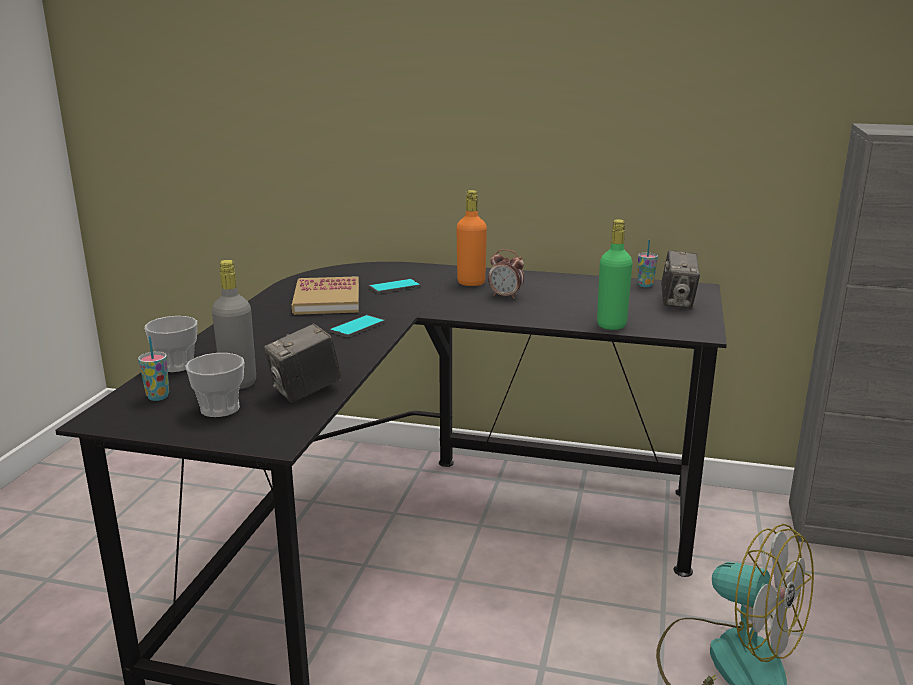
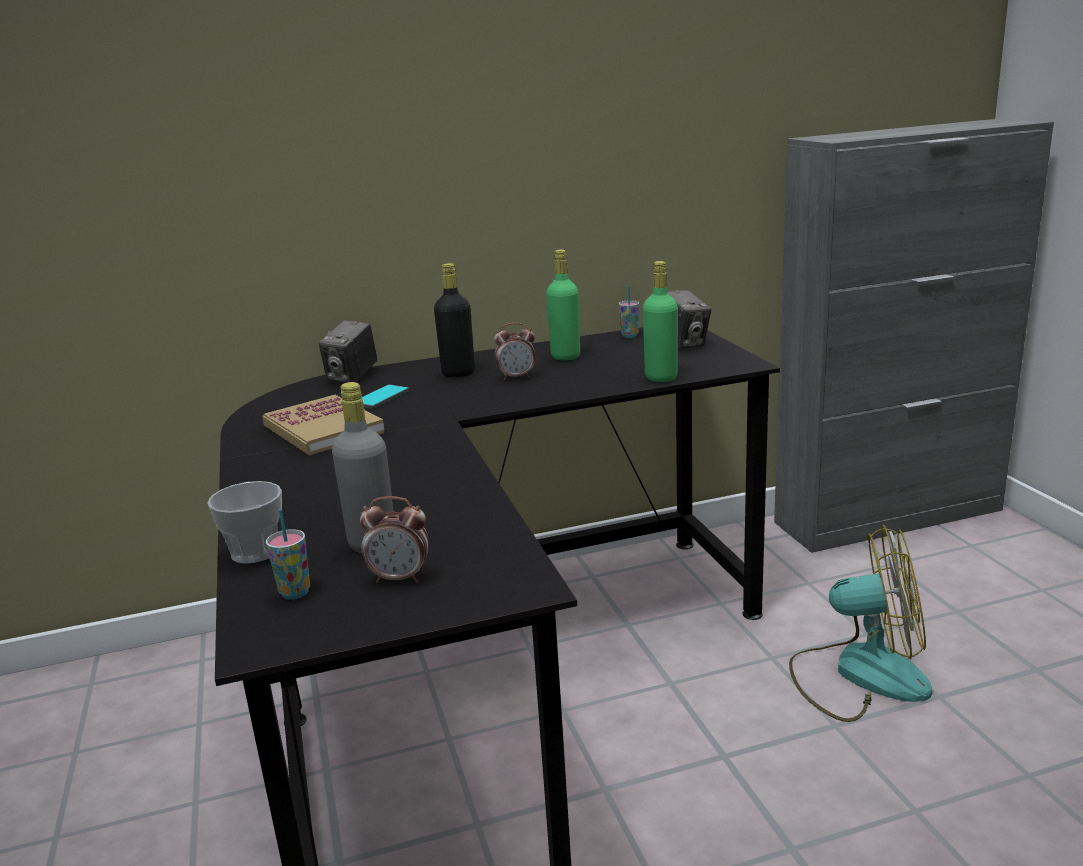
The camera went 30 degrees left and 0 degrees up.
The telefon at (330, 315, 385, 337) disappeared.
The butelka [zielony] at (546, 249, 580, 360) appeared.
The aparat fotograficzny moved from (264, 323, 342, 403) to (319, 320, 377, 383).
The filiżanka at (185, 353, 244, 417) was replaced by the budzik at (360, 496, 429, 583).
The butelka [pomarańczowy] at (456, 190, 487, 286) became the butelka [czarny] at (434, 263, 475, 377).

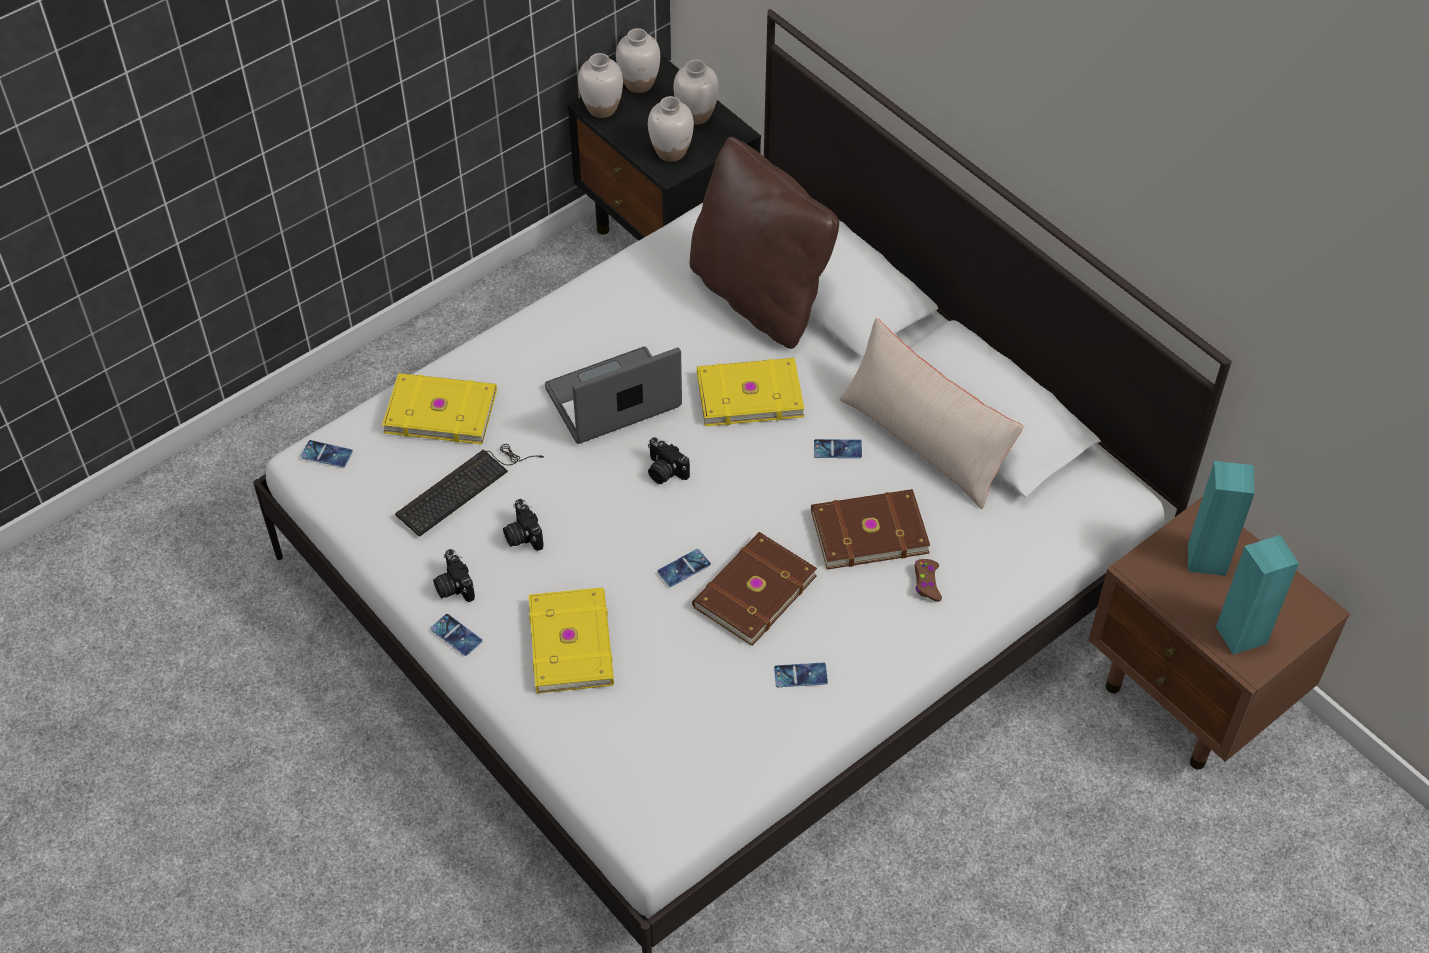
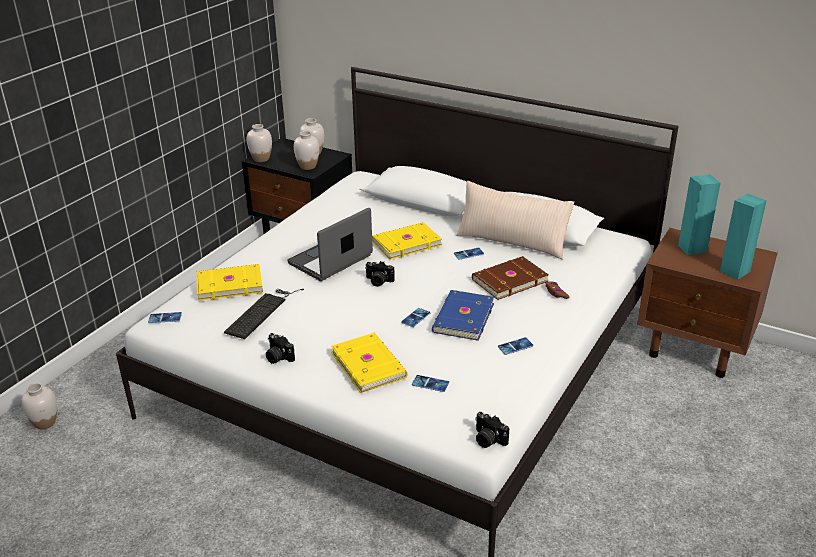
The camera went 20 degrees left and 20 degrees down.
The poduszka [brązowy] at (690, 137, 839, 349) disappeared.
The telefon moved from (430, 614, 482, 656) to (412, 375, 450, 392).
The aparat fotograficzny moved from (503, 499, 544, 551) to (475, 412, 509, 448).
The wazon [biały] moved from (616, 28, 660, 93) to (21, 383, 57, 429).
The książka [brązowy] at (692, 532, 817, 646) became the książka [niebieski] at (432, 290, 494, 341).

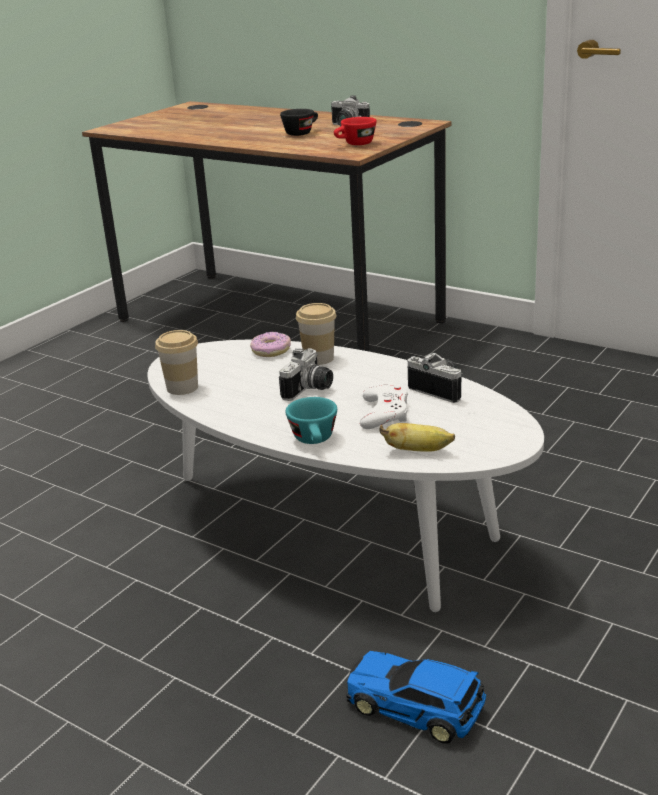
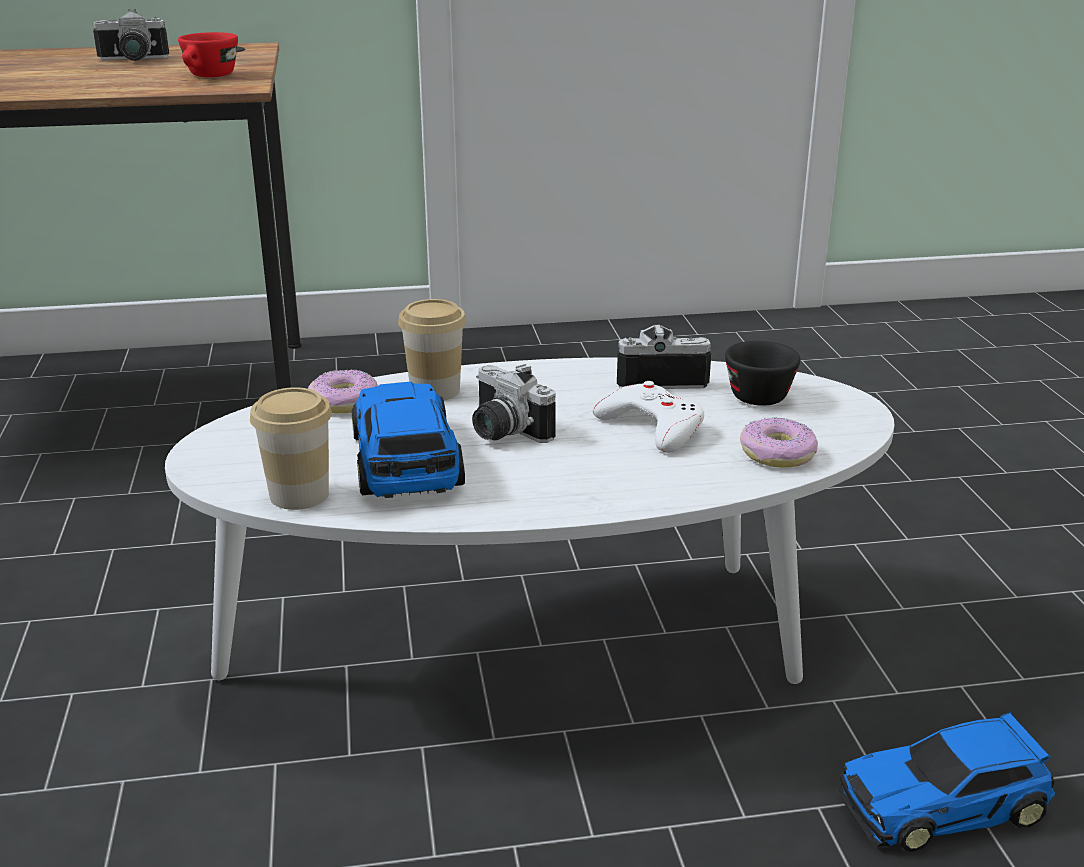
The camera went 45 degrees left and 0 degrees up.
The filiżanka [turkusowy] at (286, 397, 337, 444) disappeared.
The samochodzik at (351, 382, 465, 498) appeared.
The filiżanka [czarny] moved from (280, 109, 318, 136) to (725, 341, 800, 406).
The banan at (379, 423, 455, 452) was replaced by the donut at (740, 417, 818, 468).
The aparat fotograficzny at (279, 348, 333, 401) turned 150 degrees clockwise.

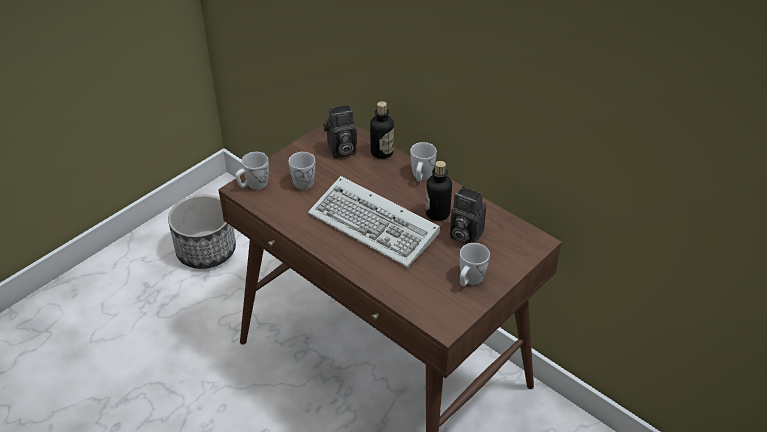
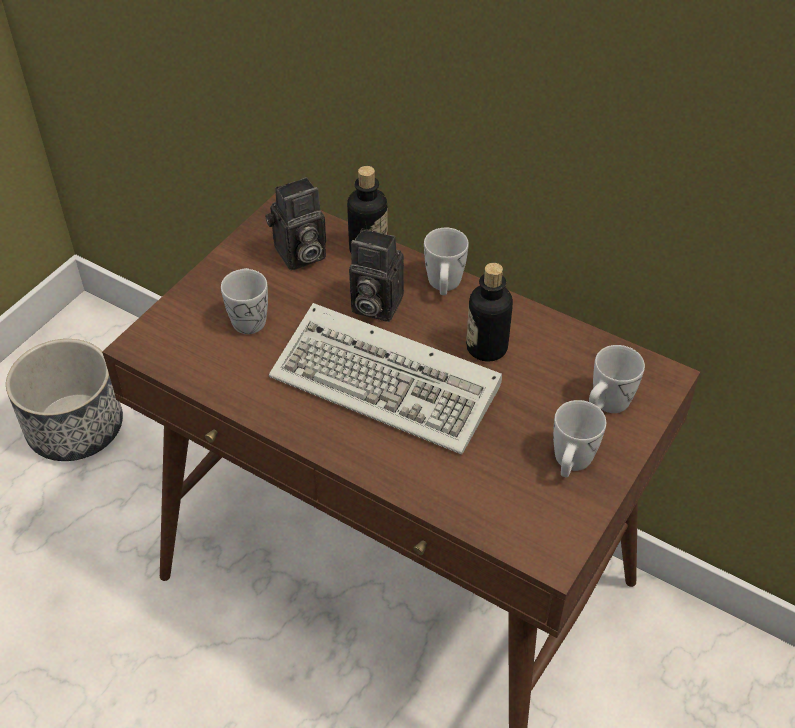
The camera went 10 degrees left and 5 degrees up.
The kubek [biały] moved from (235, 152, 269, 190) to (589, 345, 645, 413).
The aparat fotograficzny moved from (450, 187, 486, 244) to (349, 228, 404, 322).

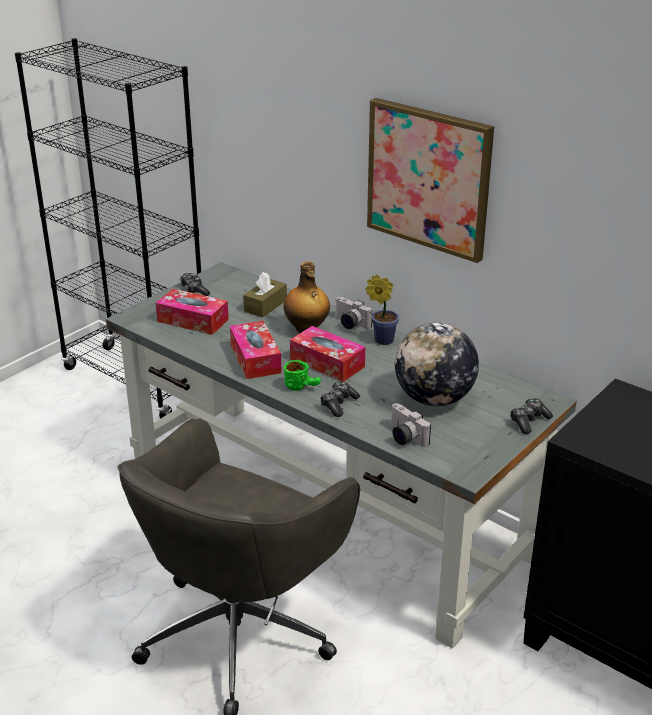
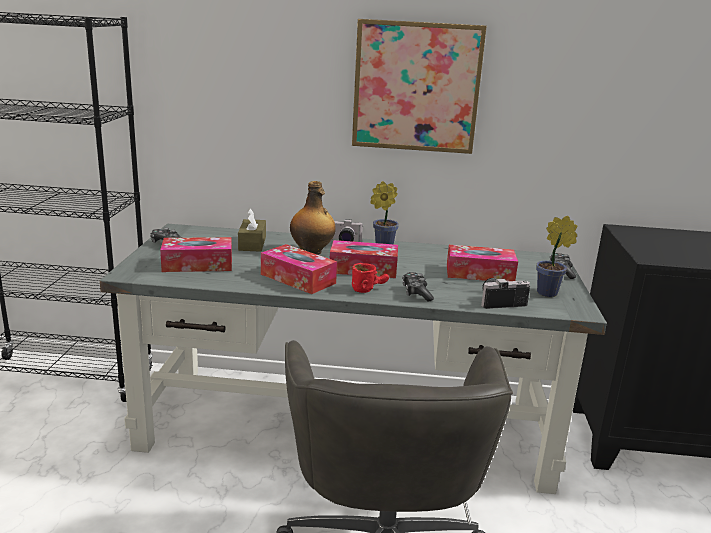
The camera went 35 degrees left and 10 degrees down.
The roślina doniczkowa at (536, 216, 577, 297) appeared.
The globus at (395, 323, 479, 406) was replaced by the pudełko chusteczek at (447, 245, 518, 281).
The kubek [zielony] at (284, 360, 321, 391) became the kubek [czerwony] at (352, 263, 389, 293).
The aparat fotograficzny at (391, 403, 431, 447) turned 150 degrees clockwise.

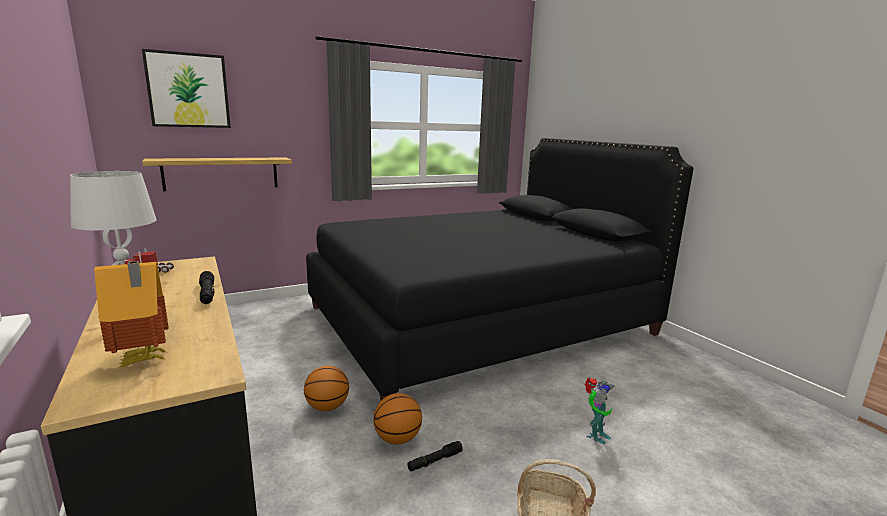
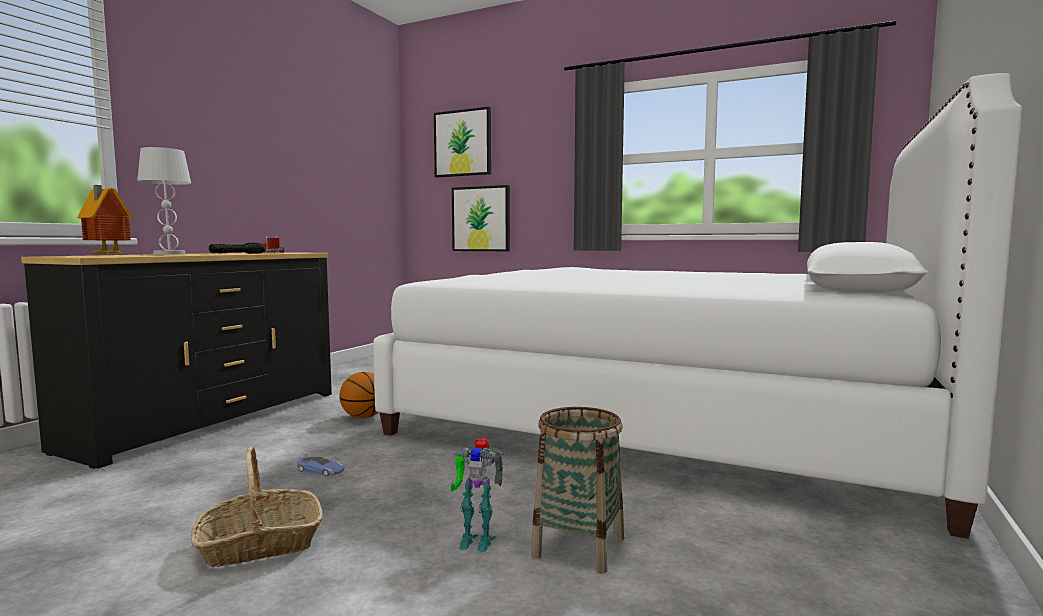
The camera went 55 degrees right and 10 degrees down.
The piłka do koszykówki at (373, 393, 422, 444) disappeared.
The koszyk at (531, 407, 624, 574) appeared.
The półka at (142, 157, 292, 191) was replaced by the obraz at (452, 185, 510, 251).
The latarka [czarny] at (407, 441, 463, 471) was replaced by the samochodzik at (296, 454, 345, 476).
The łóżko [czarny] at (306, 138, 694, 401) became the łóżko [biały] at (373, 73, 1022, 539).

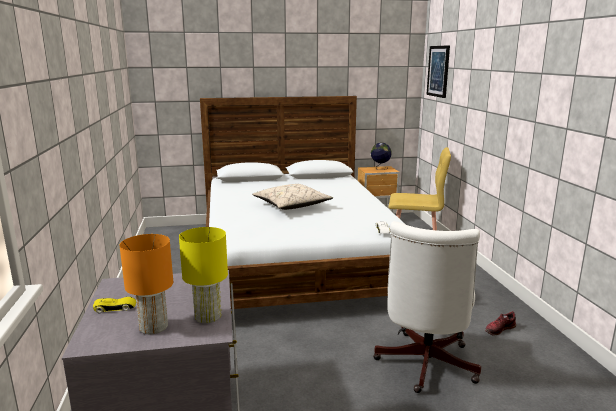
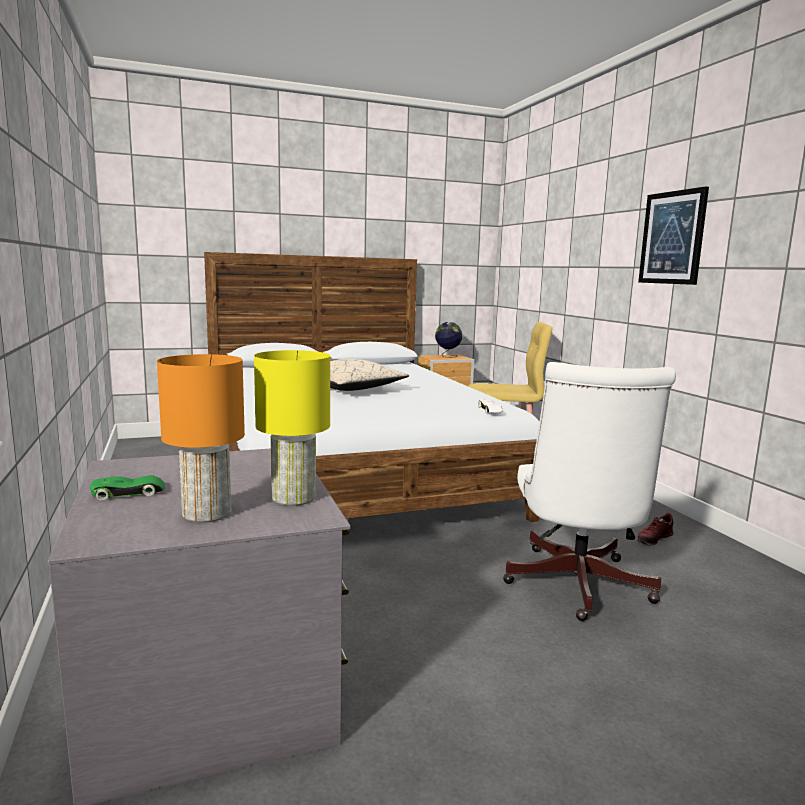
The camera went 10 degrees left and 5 degrees down.
The obraz moved from (426, 45, 450, 98) to (638, 186, 709, 285).
The samochodzik [żółty] at (93, 297, 136, 313) became the samochodzik [zielony] at (90, 475, 165, 501).

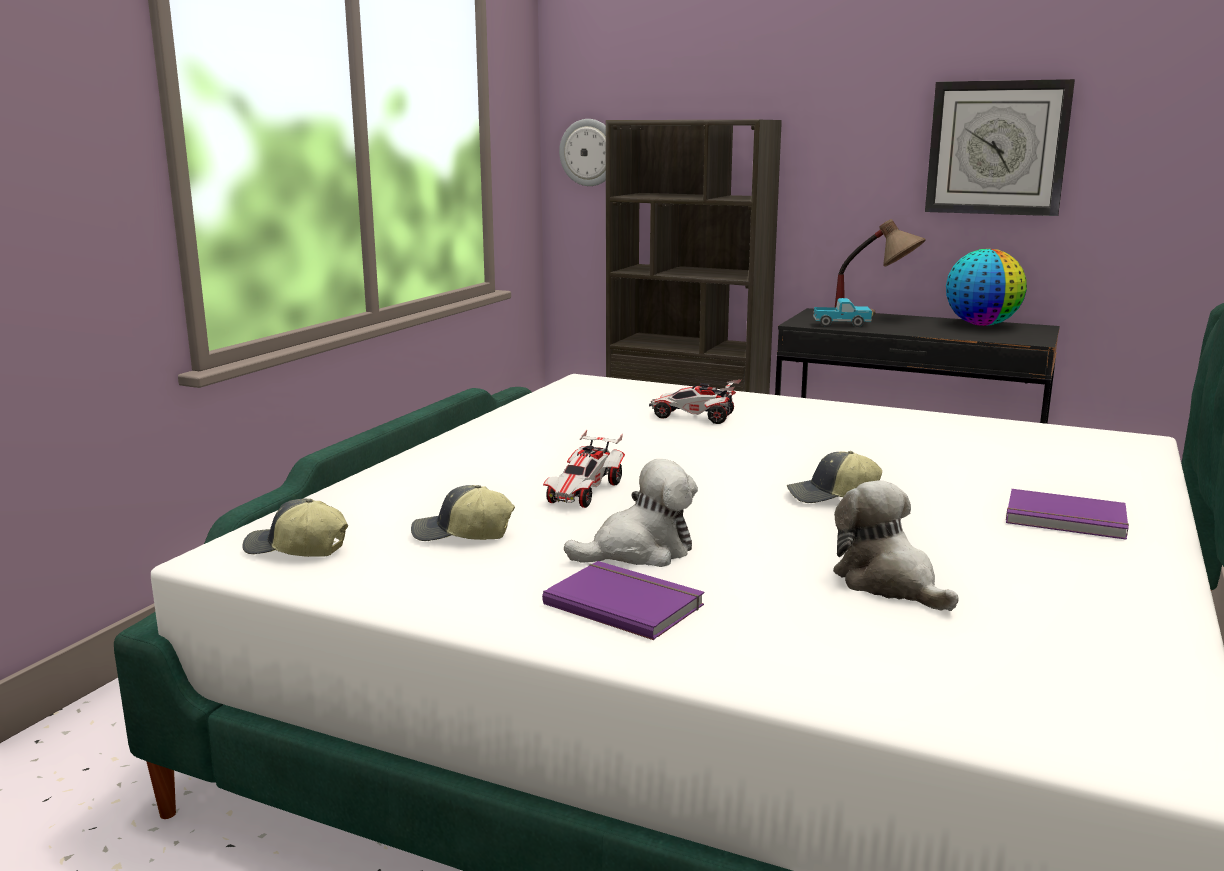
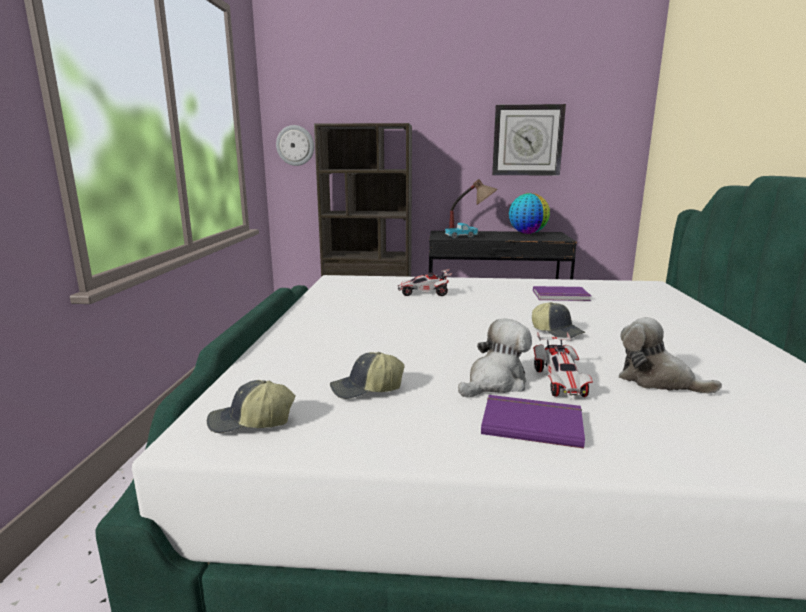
The camera went 20 degrees left and 0 degrees up.
The samochodzik moved from (543, 430, 625, 508) to (533, 332, 593, 397).
The książka [fioletowy] moved from (1006, 489, 1129, 540) to (533, 286, 591, 301).
The czapka z daszkiem at (787, 451, 882, 503) turned 105 degrees counterclockwise.

